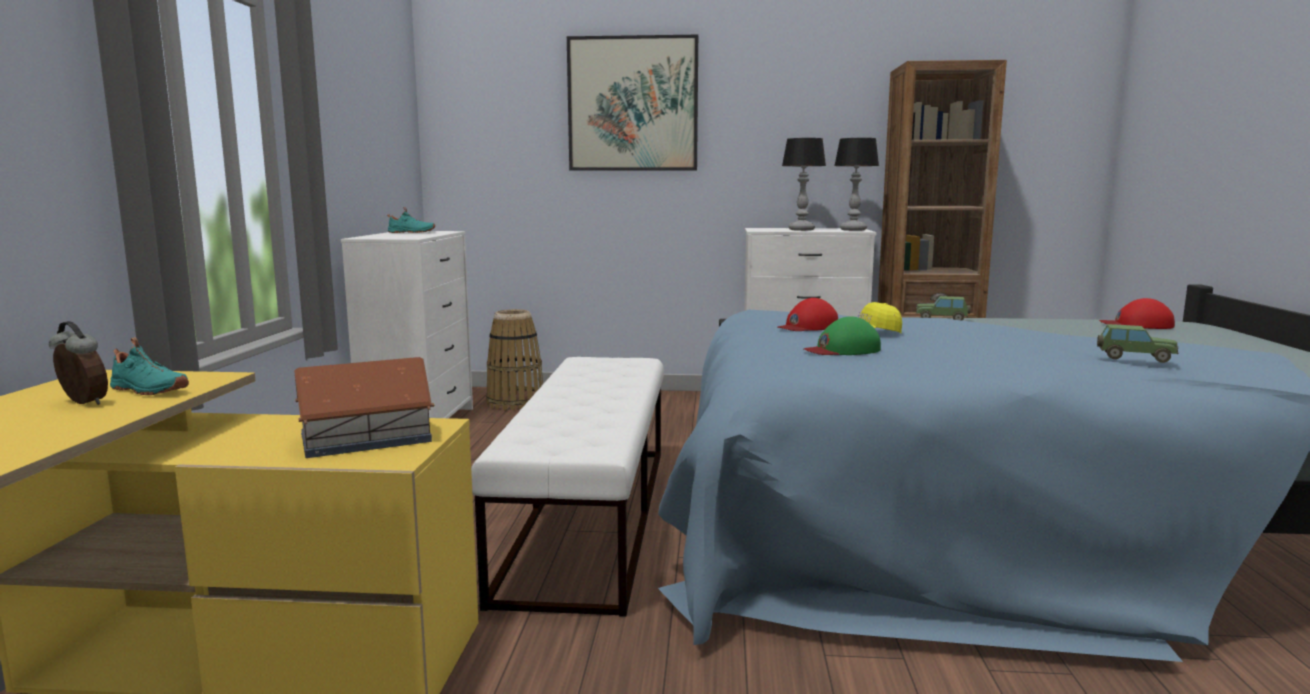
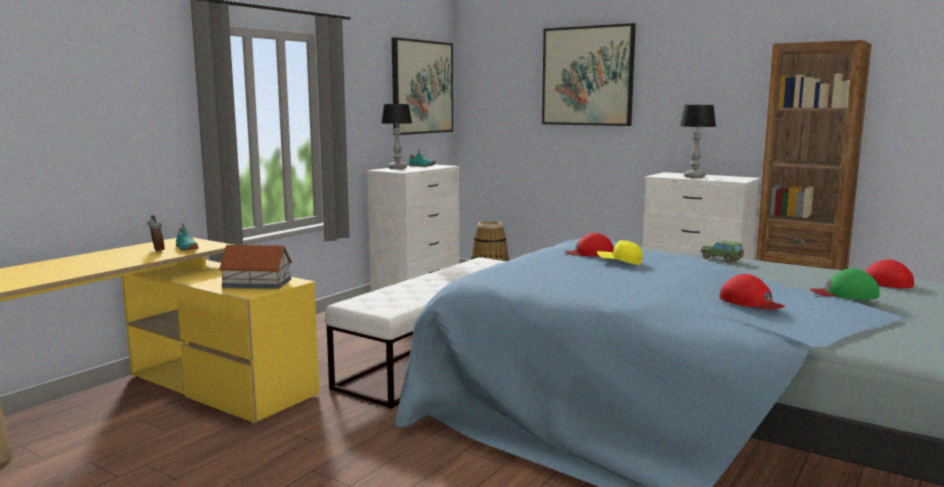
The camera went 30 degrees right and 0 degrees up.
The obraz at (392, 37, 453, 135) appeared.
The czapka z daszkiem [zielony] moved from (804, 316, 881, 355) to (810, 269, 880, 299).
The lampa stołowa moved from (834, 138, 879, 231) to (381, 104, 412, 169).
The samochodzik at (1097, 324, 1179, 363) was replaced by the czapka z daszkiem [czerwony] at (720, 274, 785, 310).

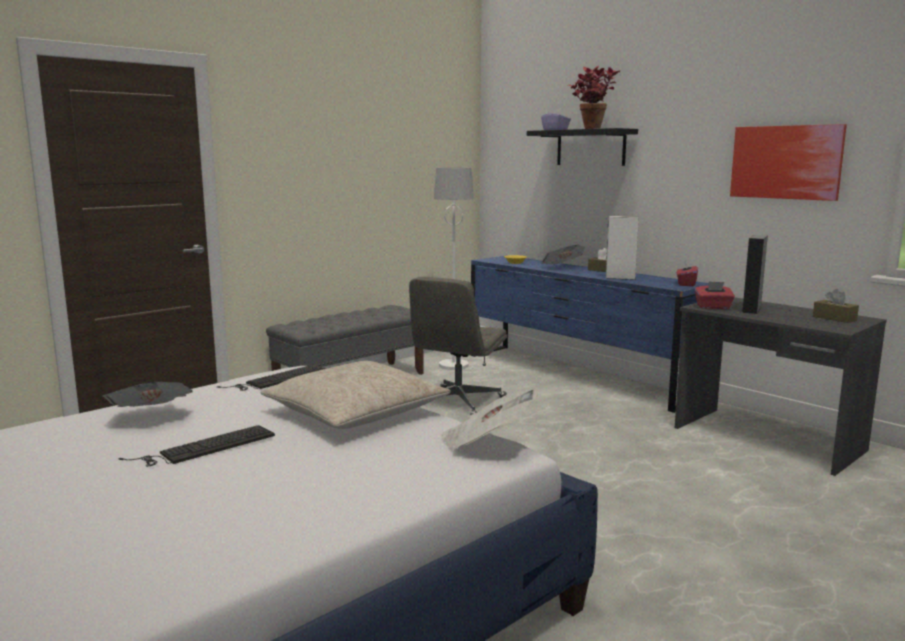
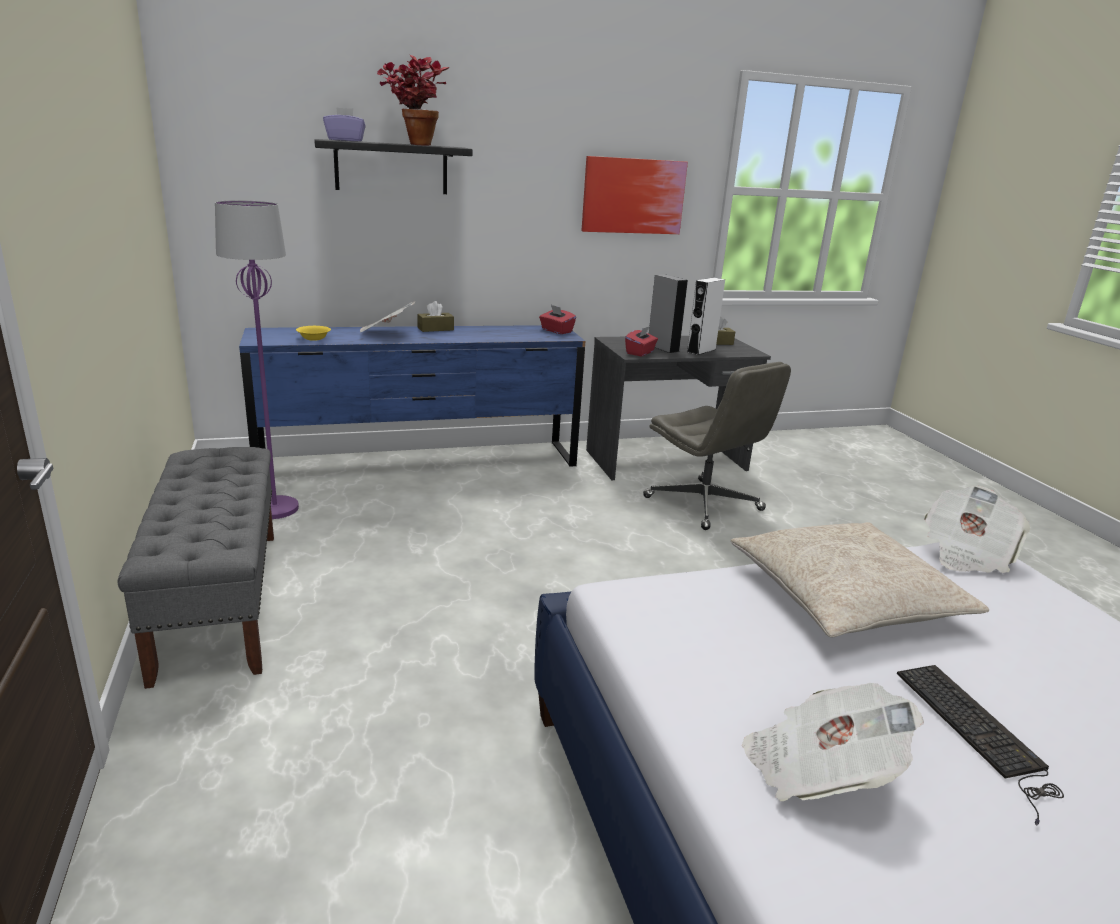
The camera went 65 degrees left and 10 degrees up.
The klawiatura at (217, 365, 327, 391) disappeared.
The krzesło biurowe [szary] moved from (409, 277, 507, 415) to (643, 362, 791, 530).
The głośnik [biały] moved from (605, 216, 639, 280) to (687, 278, 725, 355).
The lampa stojąca [biały] at (434, 168, 474, 370) became the lampa stojąca [fioletowy] at (215, 200, 299, 519).

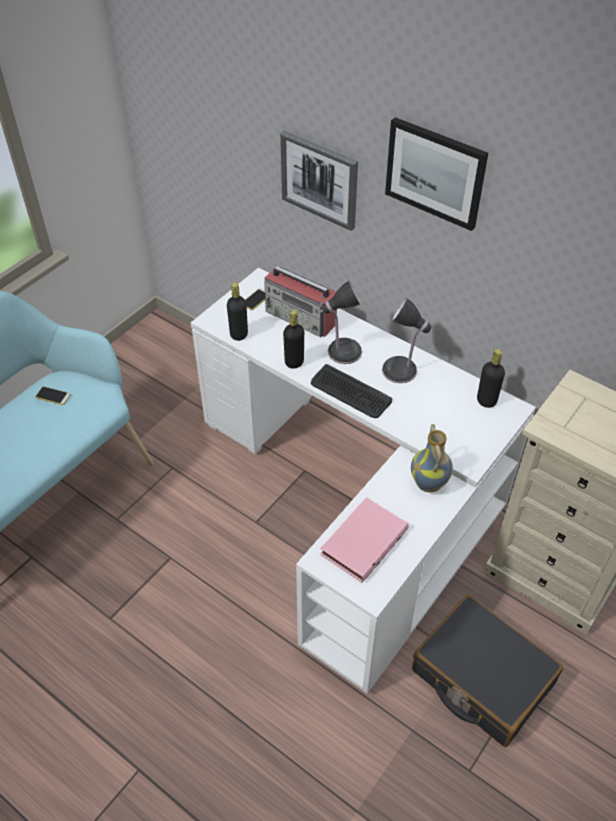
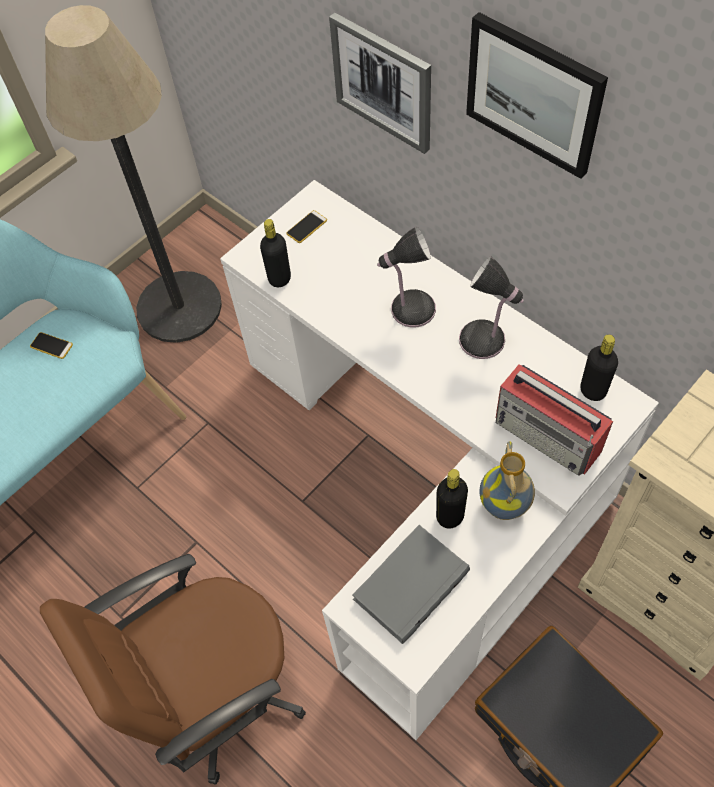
The camera went 10 degrees right and 10 degrees up.
The klawiatura at (311, 364, 392, 418) disappeared.
The krzesło biurowe [brązowy] at (40, 554, 306, 785) appeared.
The lampa stojąca at (45, 5, 222, 343) appeared.
The radio moved from (264, 266, 337, 337) to (496, 364, 613, 476).
The butelka [czarny] moved from (283, 310, 304, 369) to (436, 469, 468, 528).
The książka [różowy] at (320, 497, 409, 583) became the książka [szary] at (352, 525, 470, 644).

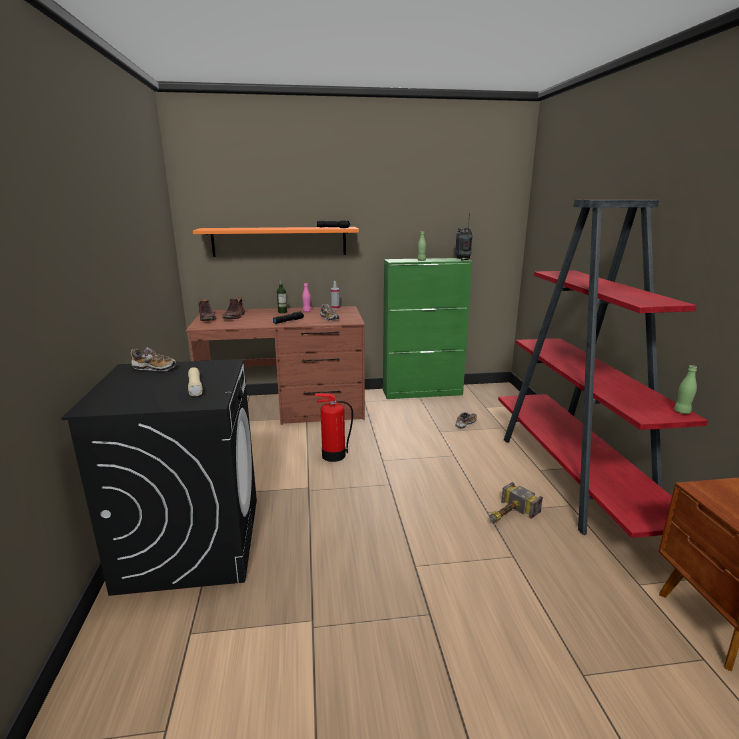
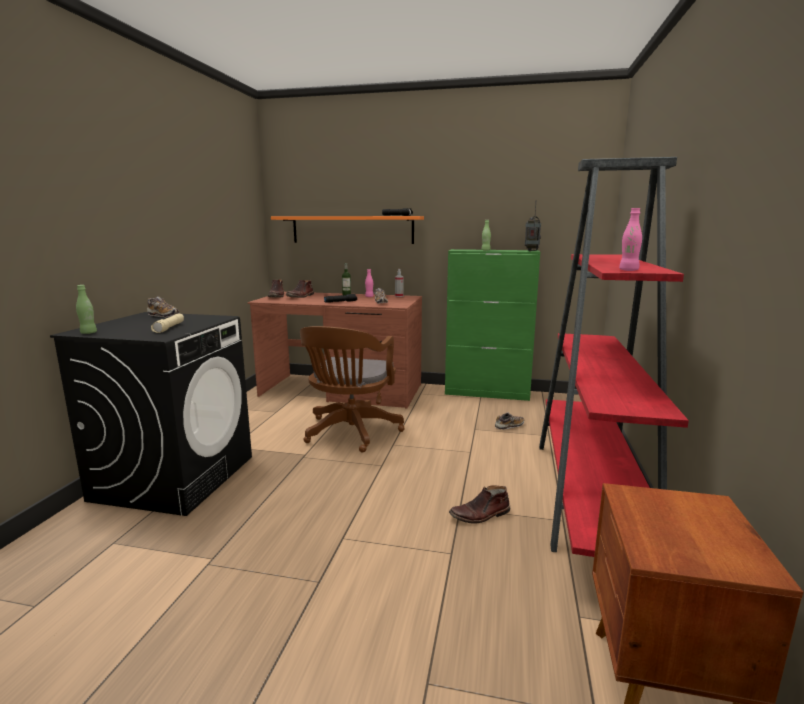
The camera went 20 degrees right and 5 degrees down.
The butelka [różowy] at (619, 208, 642, 271) appeared.
The butelka [zielony] moved from (674, 365, 697, 414) to (76, 285, 97, 334).
The gaśnica at (315, 393, 353, 462) was replaced by the krzesło biurowe [brązowy] at (300, 326, 405, 453).
The młotek at (490, 482, 543, 522) was replaced by the but z cholewką [brązowy] at (449, 485, 510, 524).

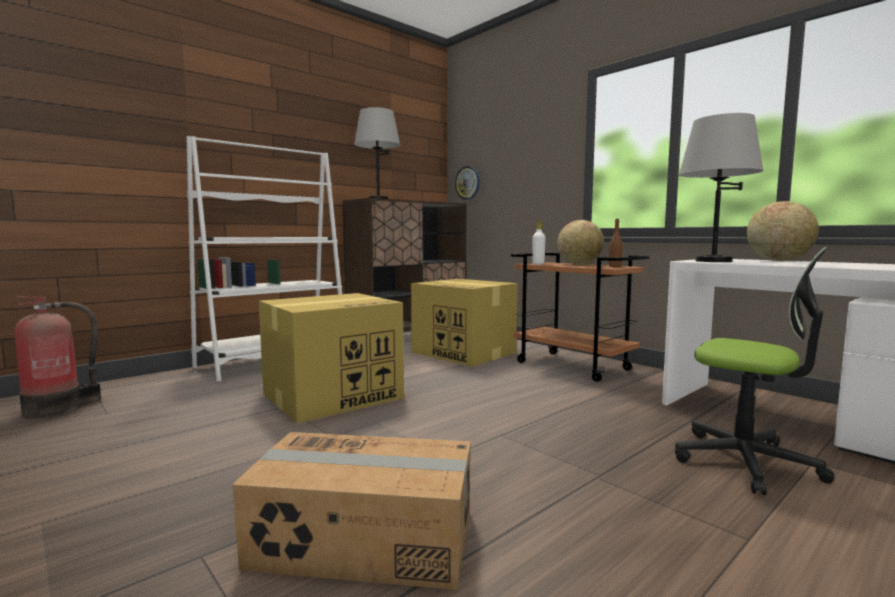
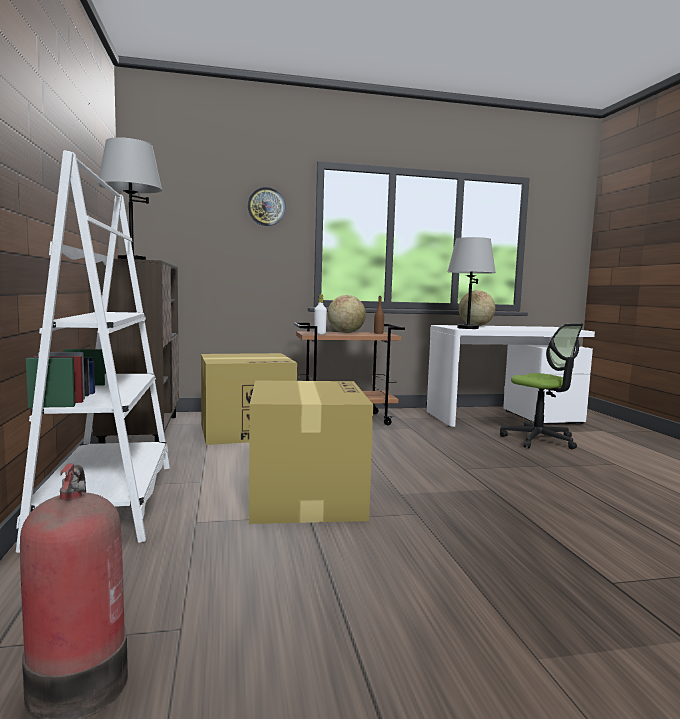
The camera went 60 degrees left and 0 degrees up.
The karton at (232, 432, 471, 590) disappeared.
The zegar ścienny moved from (455, 166, 480, 200) to (248, 187, 286, 226).
The krzesło biurowe at (675, 247, 834, 495) turned 75 degrees clockwise.

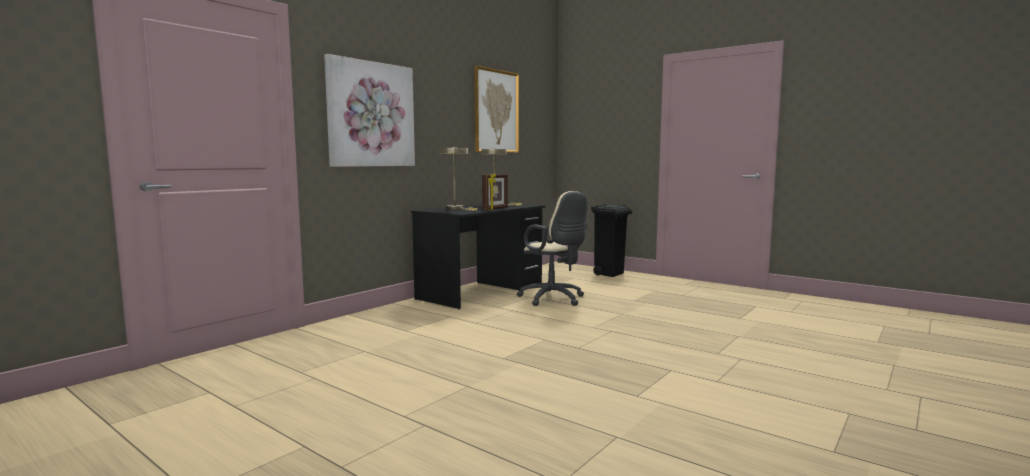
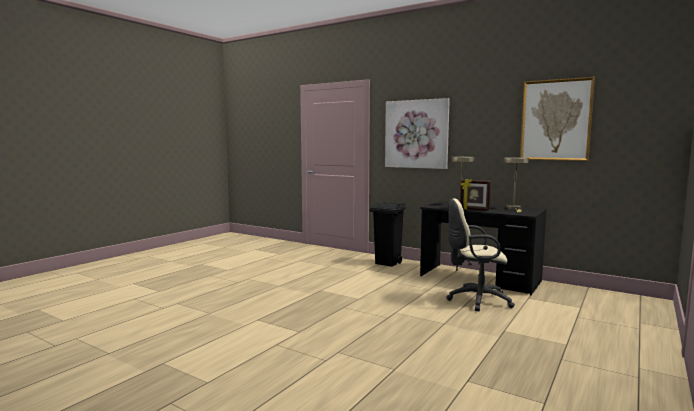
The camera went 85 degrees right and 0 degrees up.
The kosz na śmieci [czarny] moved from (591, 205, 632, 277) to (369, 202, 406, 267).
The krzesło biurowe [beżowy] at (517, 191, 588, 306) turned 45 degrees clockwise.

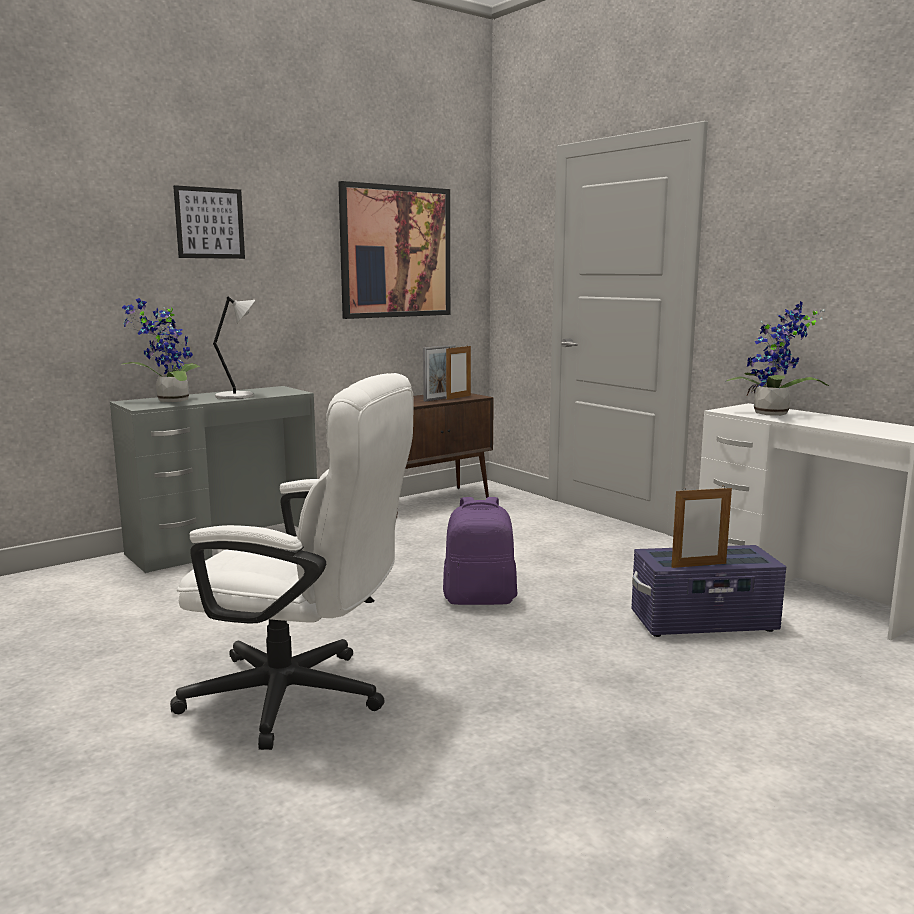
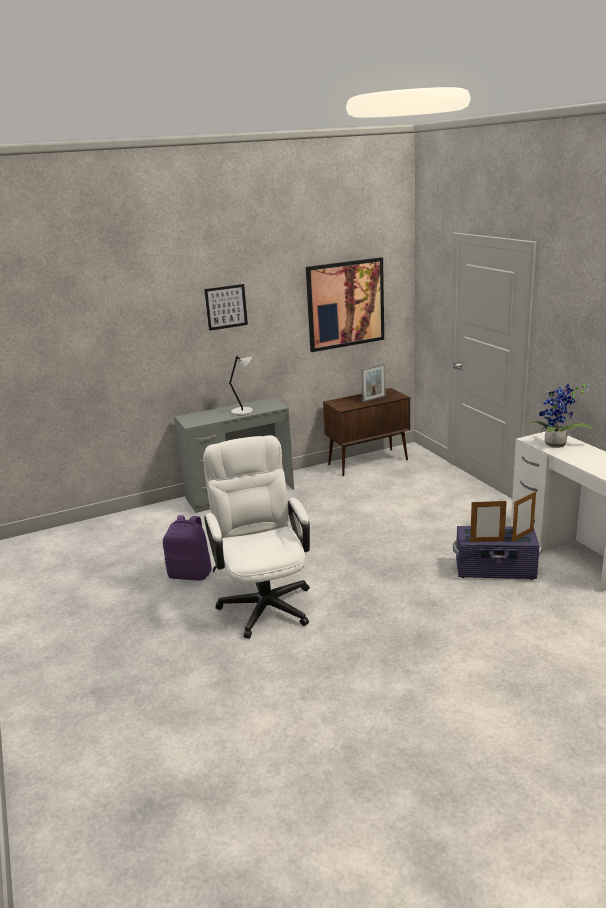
The camera went 15 degrees right and 10 degrees up.
The roślina doniczkowa at (121, 298, 200, 402) disappeared.
The plecak [fioletowy] moved from (443, 497, 517, 605) to (163, 515, 212, 581).
The ramka na zdjęcie moved from (446, 346, 471, 400) to (512, 491, 536, 542).
The krzesło biurowe [biały] at (170, 373, 414, 750) turned 135 degrees counterclockwise.

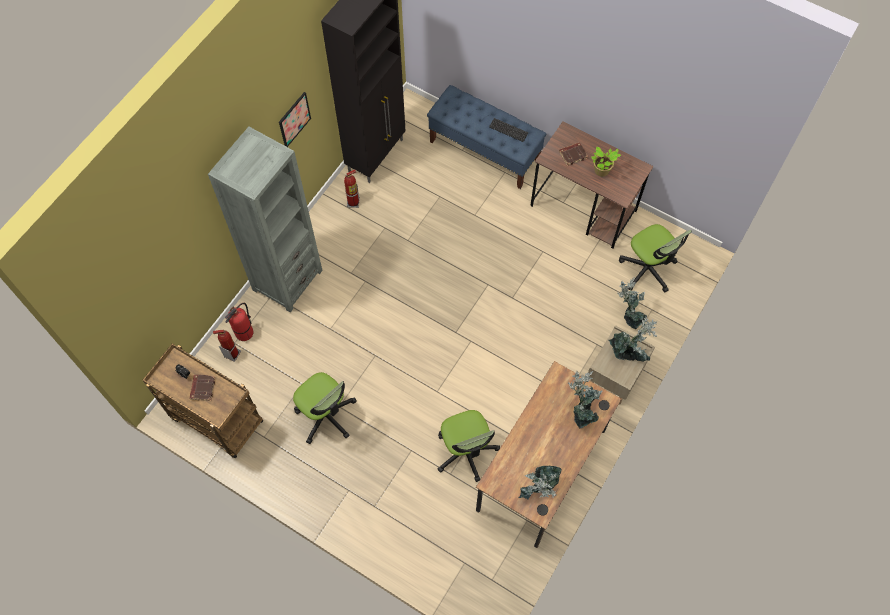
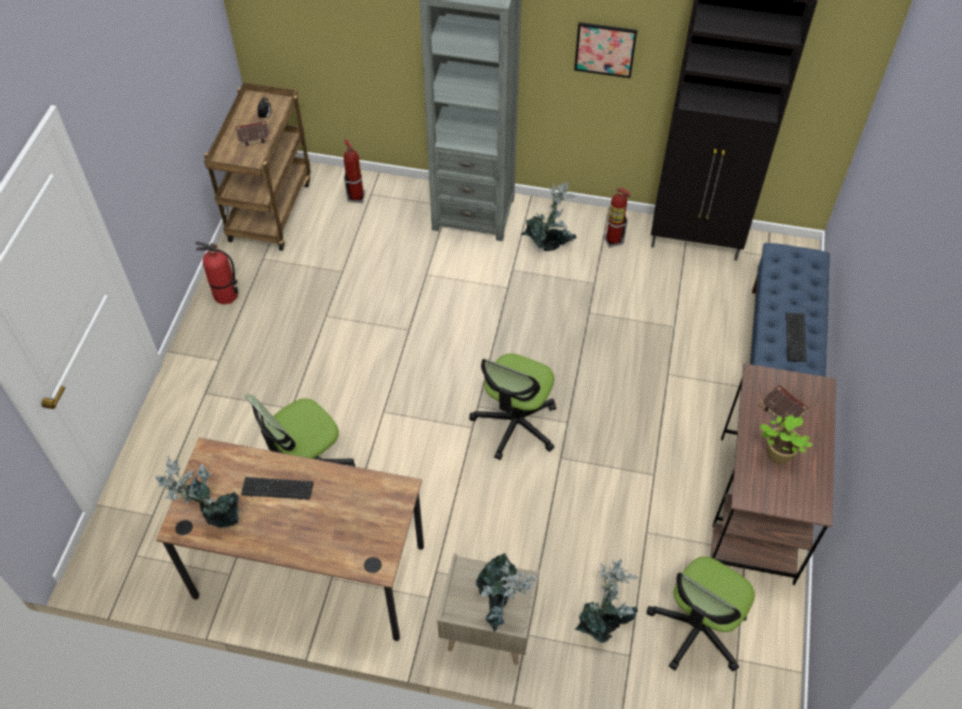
The camera went 70 degrees right and 10 degrees down.
The klawiatura at (241, 477, 314, 500) appeared.
The gaśnica moved from (225, 303, 253, 341) to (195, 241, 238, 304).
The krzesło biurowe moved from (293, 372, 357, 444) to (469, 354, 556, 460).
The roślina doniczkowa moved from (568, 371, 602, 429) to (521, 182, 576, 251).

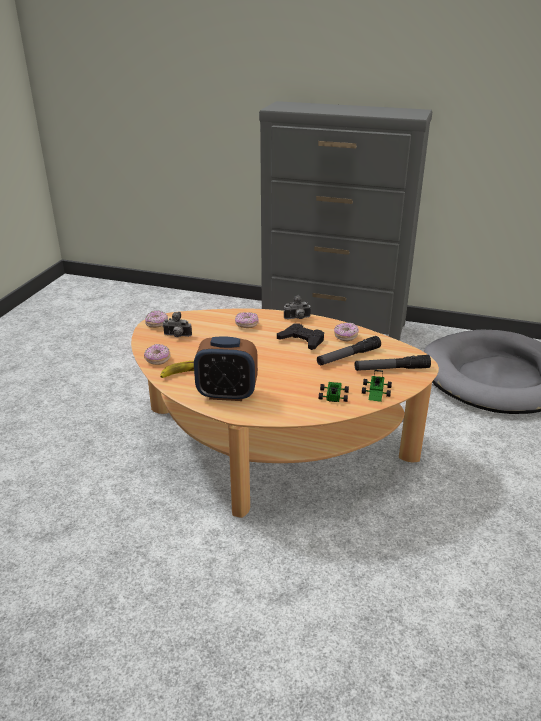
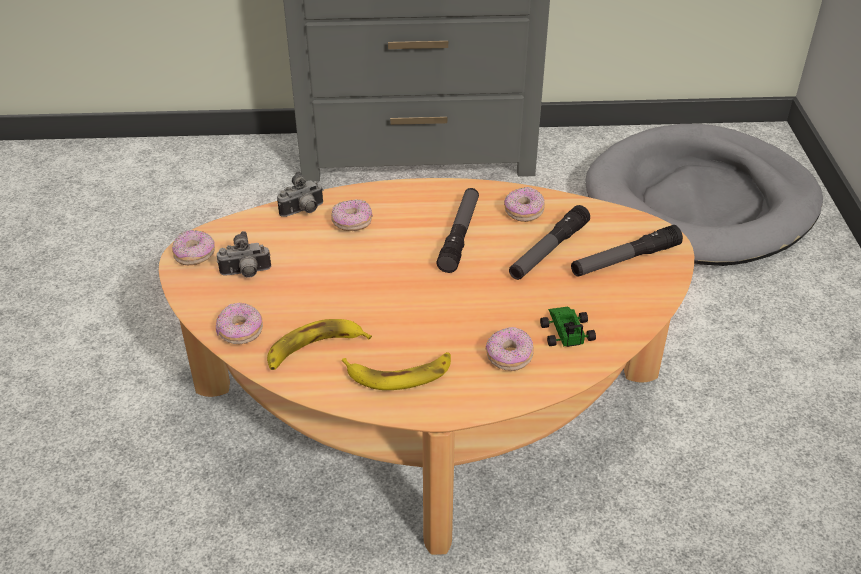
The camera went 20 degrees left and 10 degrees up.
The samochodzik at (362, 370, 392, 402) disappeared.
The donut at (486, 327, 534, 371) appeared.
The aparat fotograficzny moved from (284, 295, 311, 319) to (277, 171, 323, 217).
The budzik at (194, 336, 258, 401) was replaced by the banan at (342, 352, 451, 390).
The pad do gier [czarny] at (277, 323, 324, 350) was replaced by the latarka at (436, 188, 479, 273).

